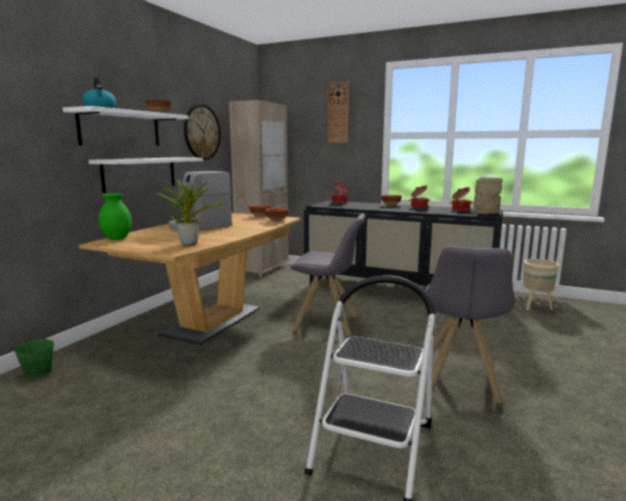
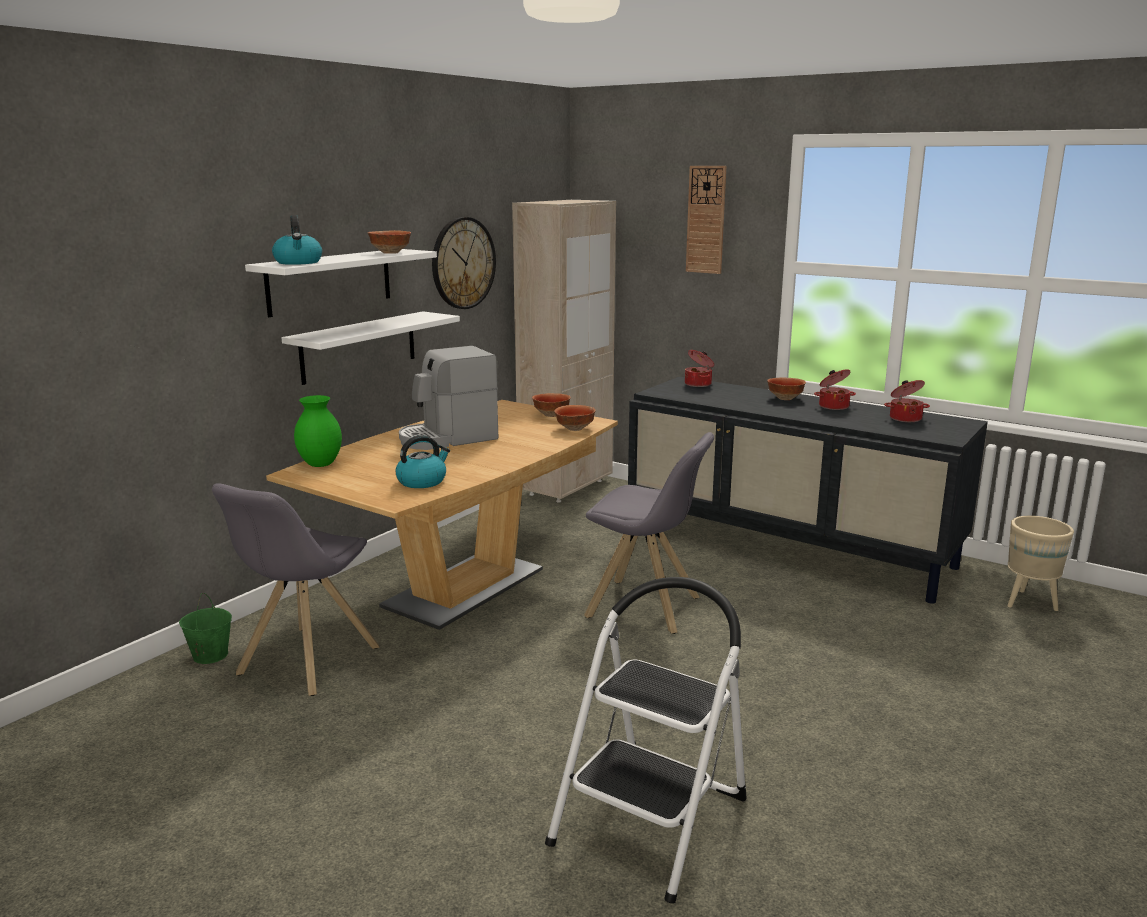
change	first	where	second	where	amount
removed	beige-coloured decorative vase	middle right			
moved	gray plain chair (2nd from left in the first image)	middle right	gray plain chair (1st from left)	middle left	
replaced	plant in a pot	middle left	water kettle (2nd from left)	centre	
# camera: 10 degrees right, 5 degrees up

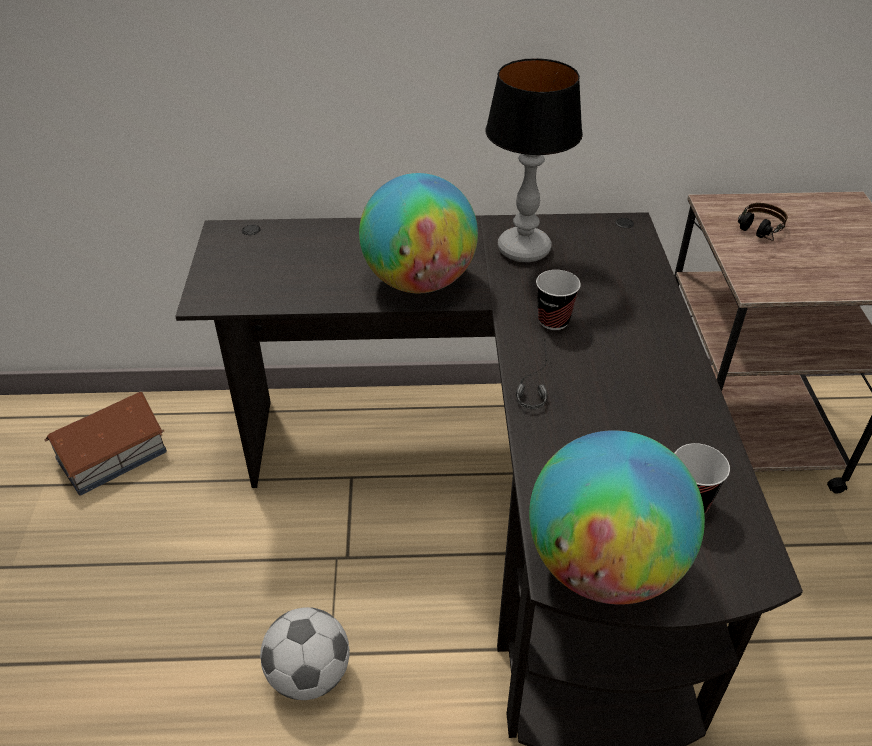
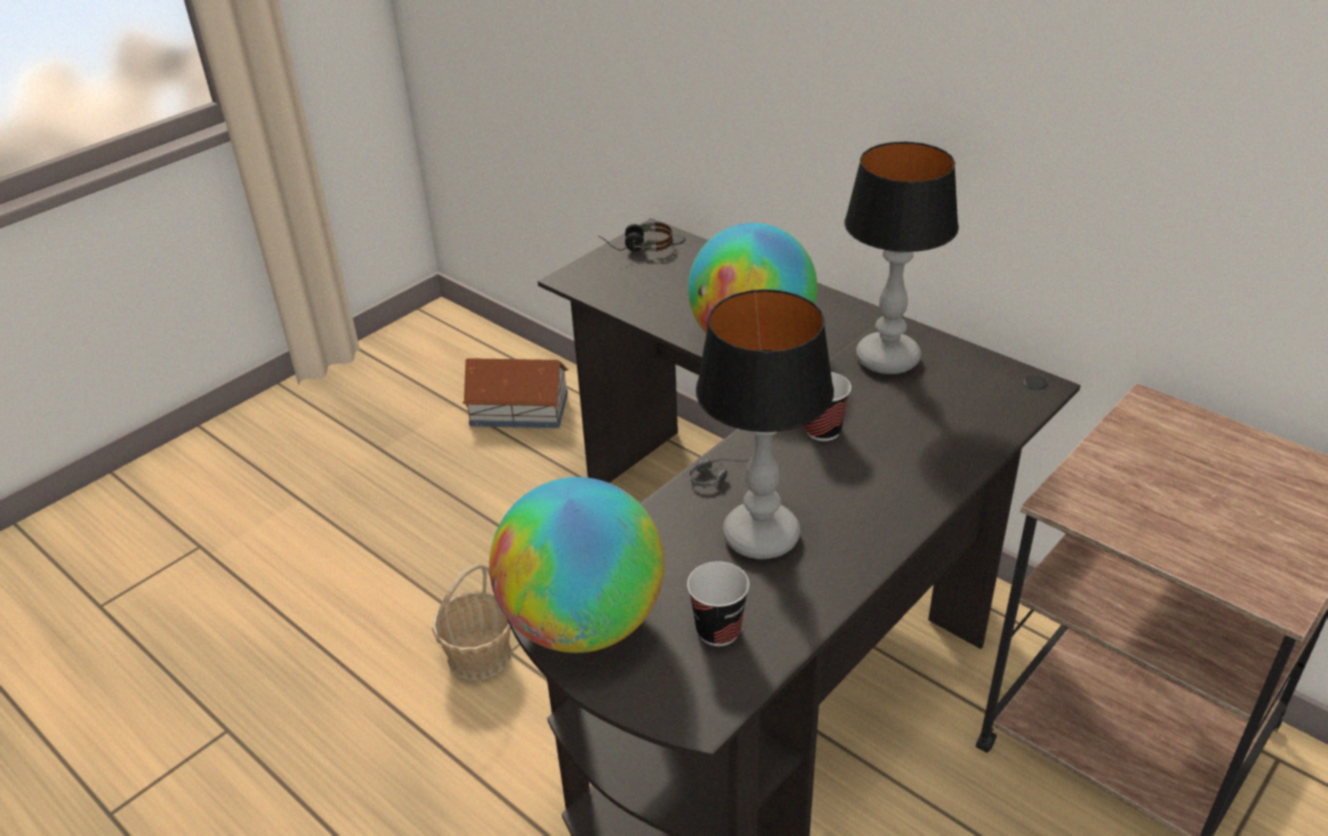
change	first	where	second	where	amount
added			lamp for a table (1st from left)	centre	
moved	pair of headphones (2nd from left in the first image)	top right	pair of headphones (1st from left)	top centre	
replaced	football	bottom centre	basket	bottom centre	
# camera: 45 degrees right, 5 degrees down

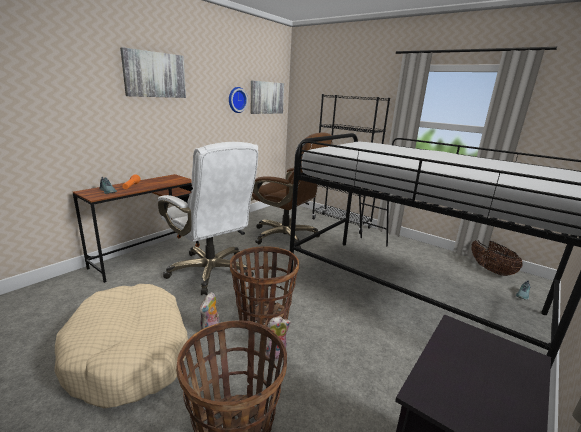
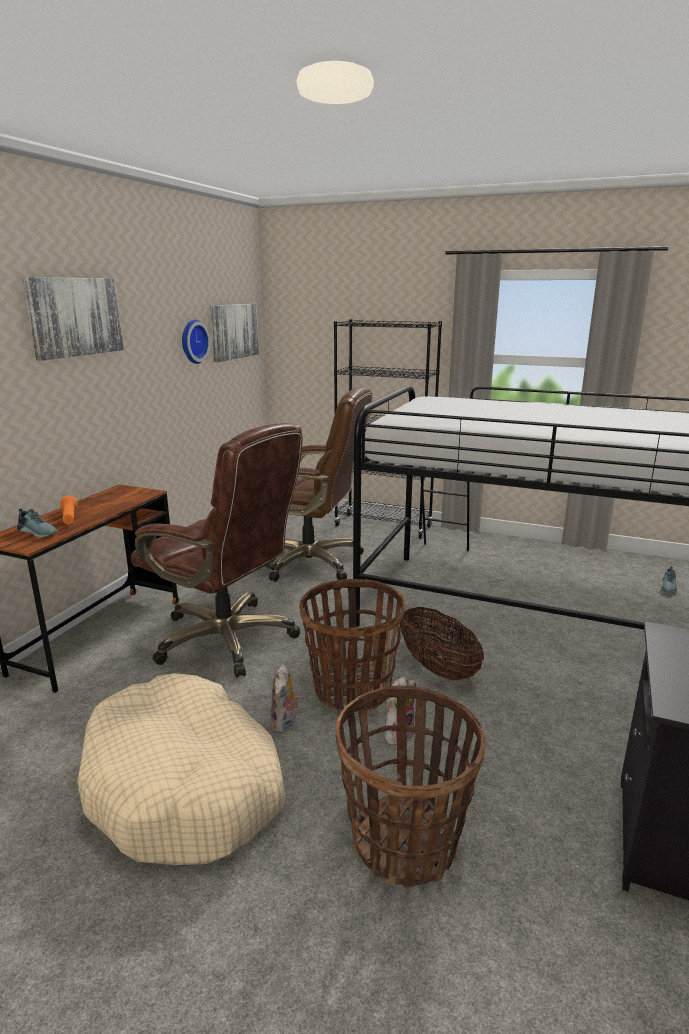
change	first	where	second	where	amount
moved	basket (3rd from left)	middle right		centre	
recoloured	white office chair	centre	brown office chair (1st from left)	middle left	
# camera: 15 degrees left, 0 degrees up

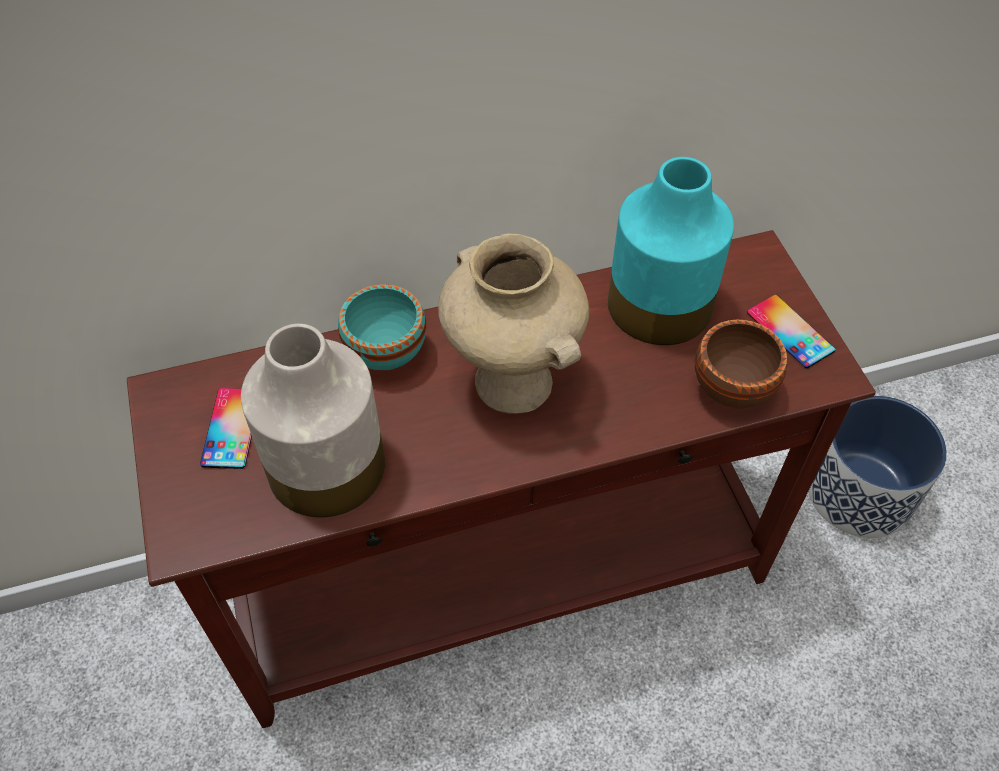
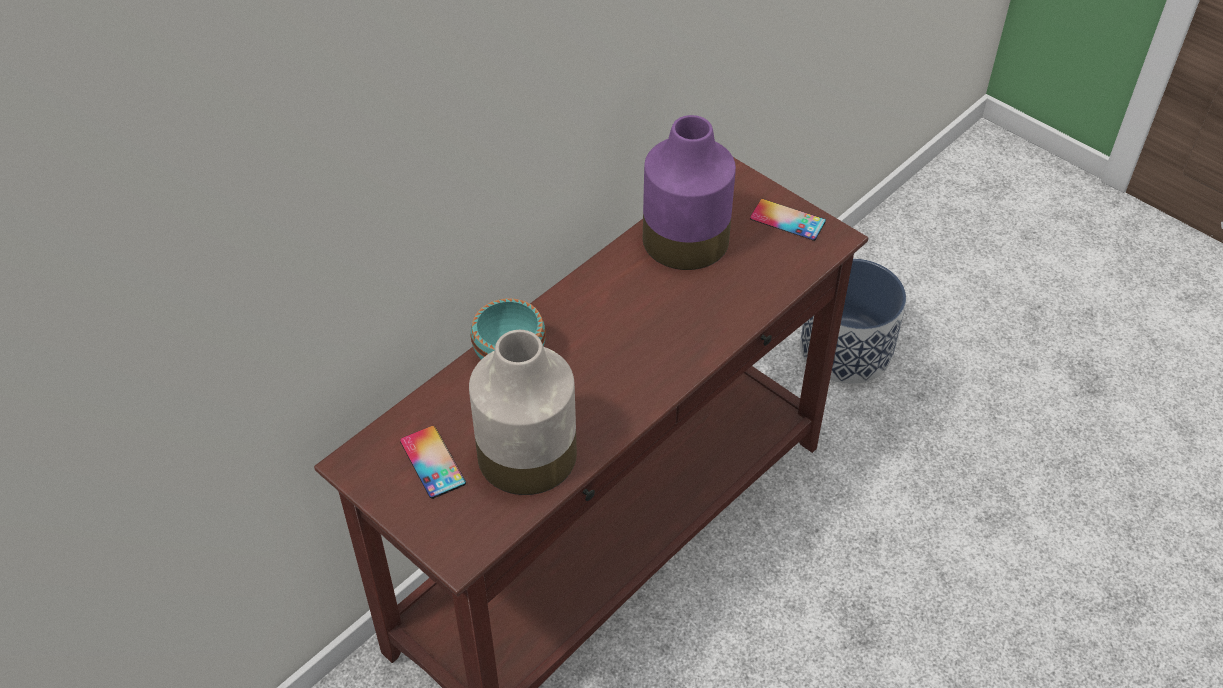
change	first	where	second	where	amount
removed	beige-coloured decorative vase (2nd from left)	centre			
removed	brown serving bowl	middle right			
recoloured	turquoise-coloured decorative vase	top right	purple-coloured decorative vase	top centre	
# camera: 30 degrees left, 5 degrees down

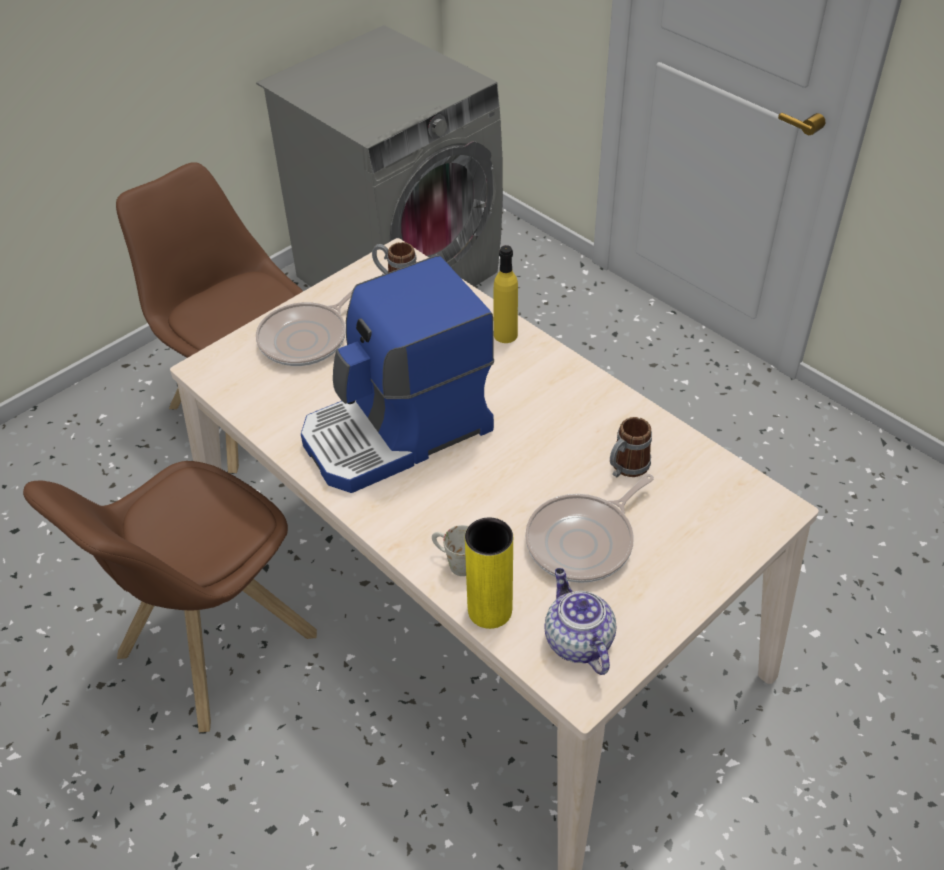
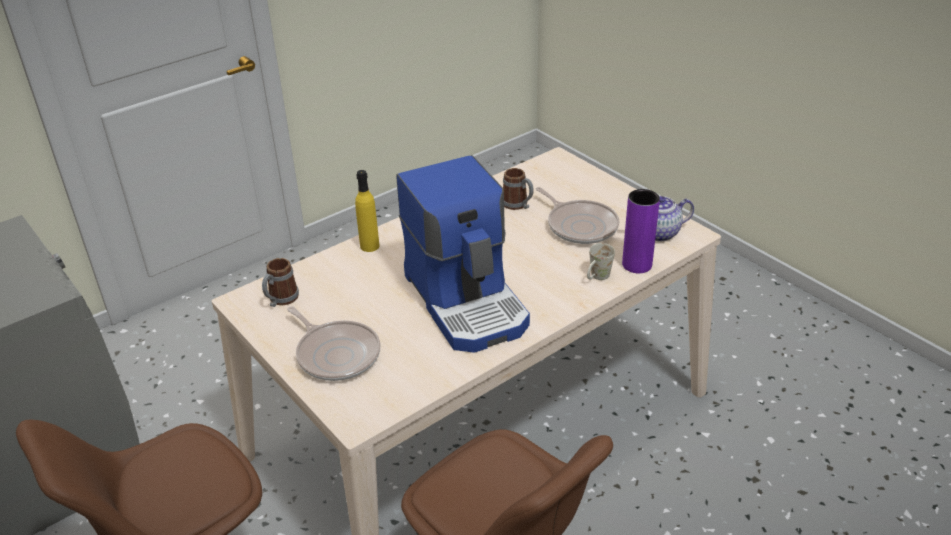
change	first	where	second	where	amount
recoloured	yellowish decorative vase	centre	purple-coloured decorative vase	middle right	
# camera: 85 degrees left, 10 degrees down

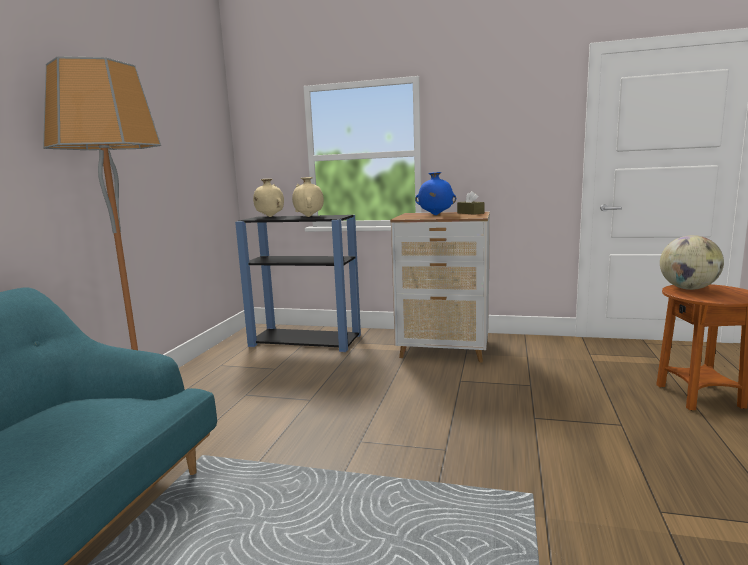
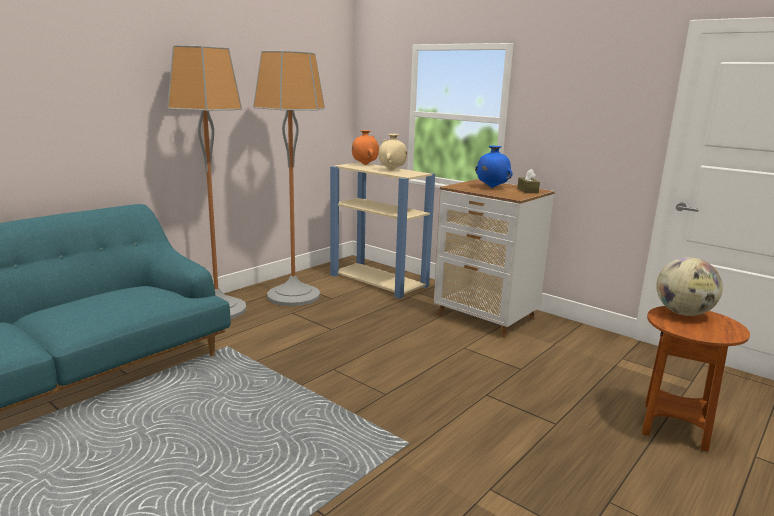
change	first	where	second	where	amount
added			standard lamp (2nd from left)	centre	
recoloured	blackish bookshelf	centre	beige-coloured bookshelf	centre	
recoloured	beige-coloured decorative vase (1st from left)	centre	orange-coloured decorative vase	top centre	
# camera: 25 degrees right, 5 degrees up

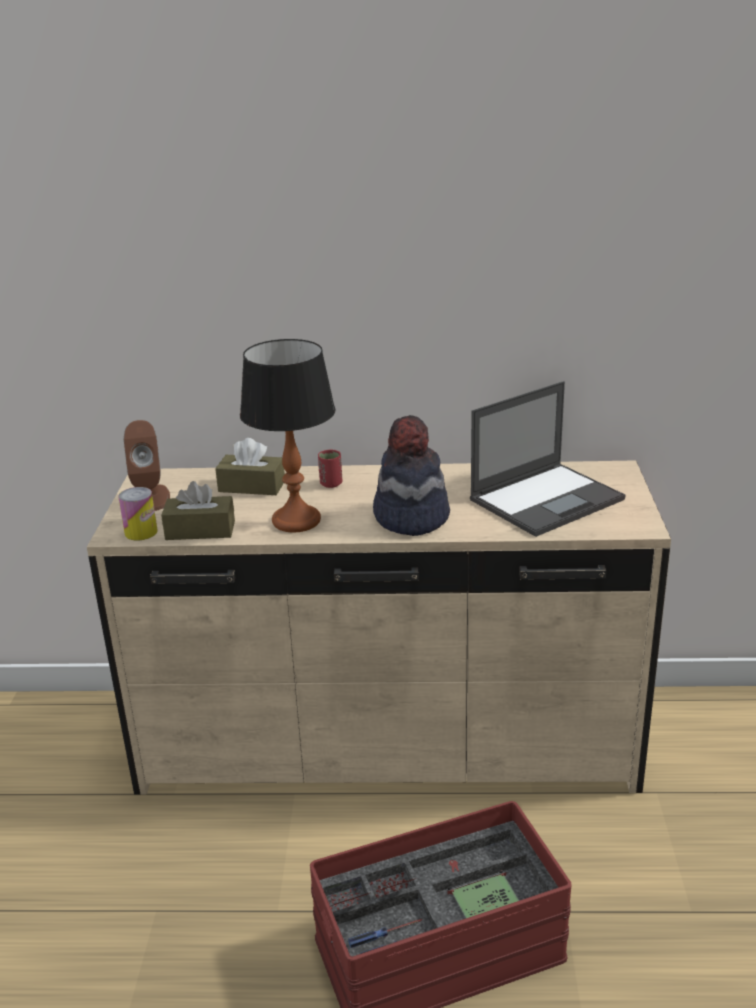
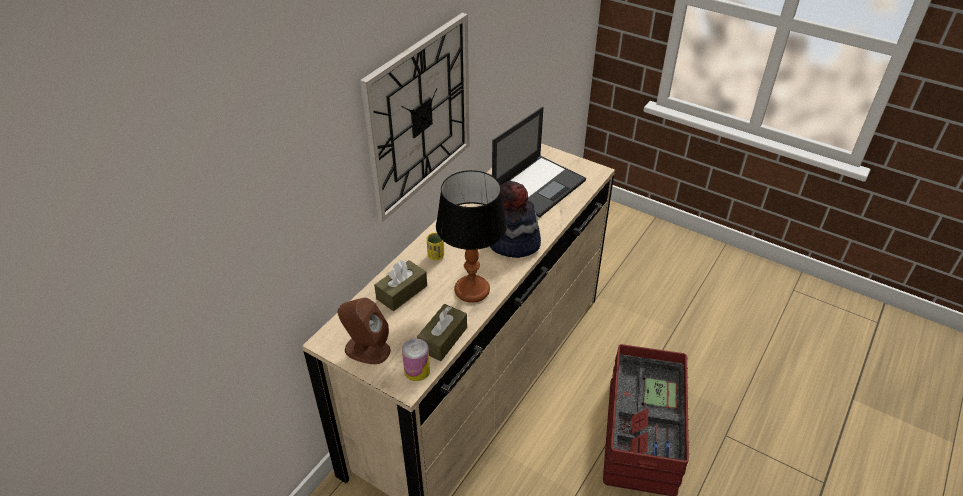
change	first	where	second	where	amount
added			hanging clock	top centre	
recoloured	red-coloured small cup	centre	yellowish small cup	centre	
turned	laptop	middle right		top centre	45 degrees clockwise
# camera: 60 degrees left, 15 degrees up

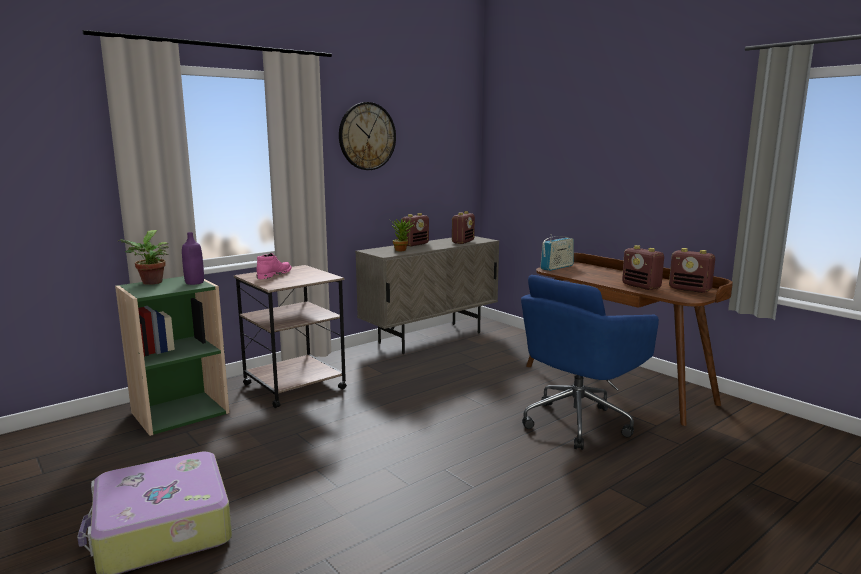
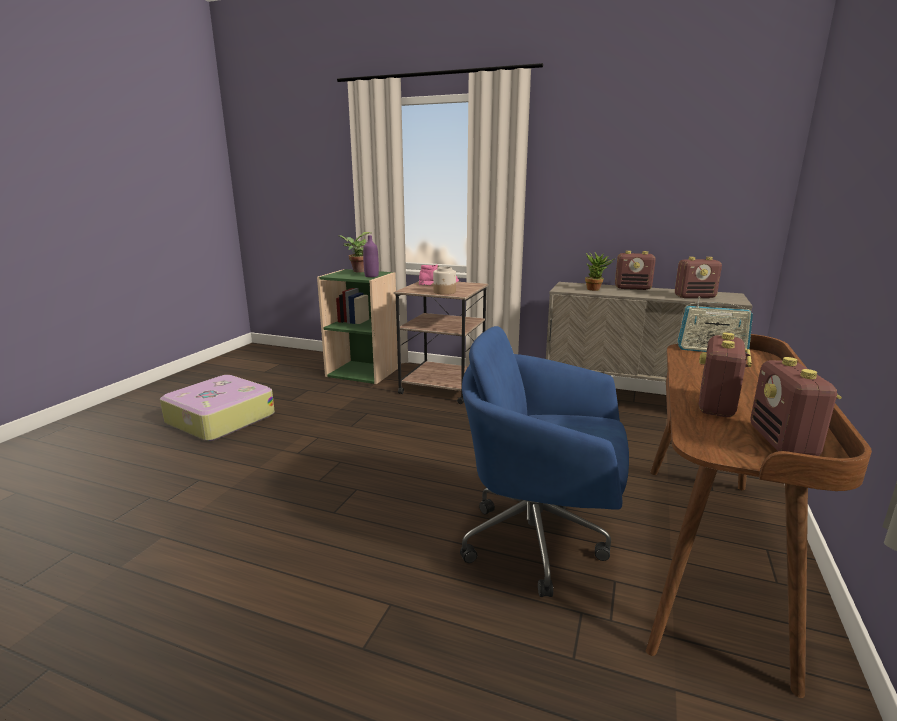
change	first	where	second	where	amount
removed	hanging clock	top centre			
added			storage jar	centre	
# camera: 60 degrees right, 5 degrees up

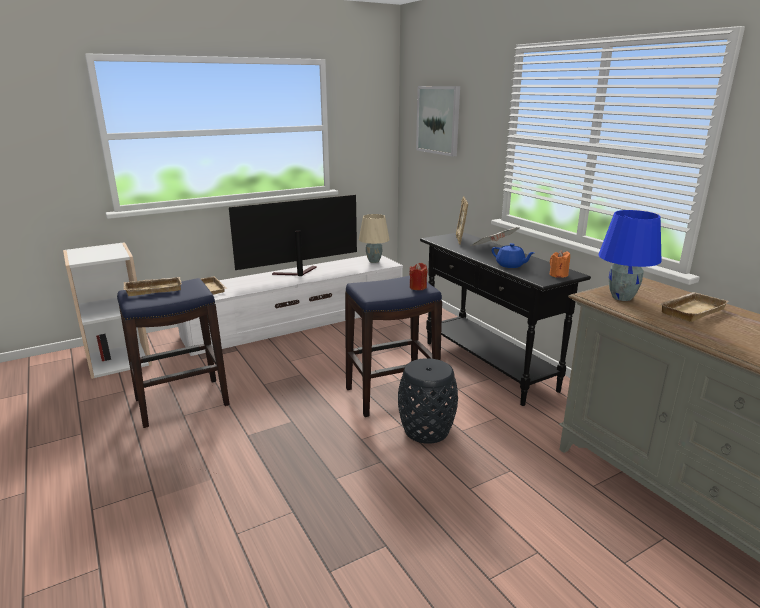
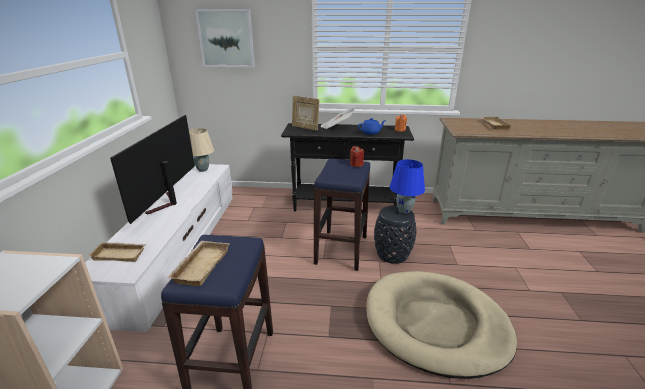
change	first	where	second	where	amount
added			beige-coloured dog bed	bottom right	
moved	bluish lamp for a table	middle right		centre	
# camera: 55 degrees left, 5 degrees up

